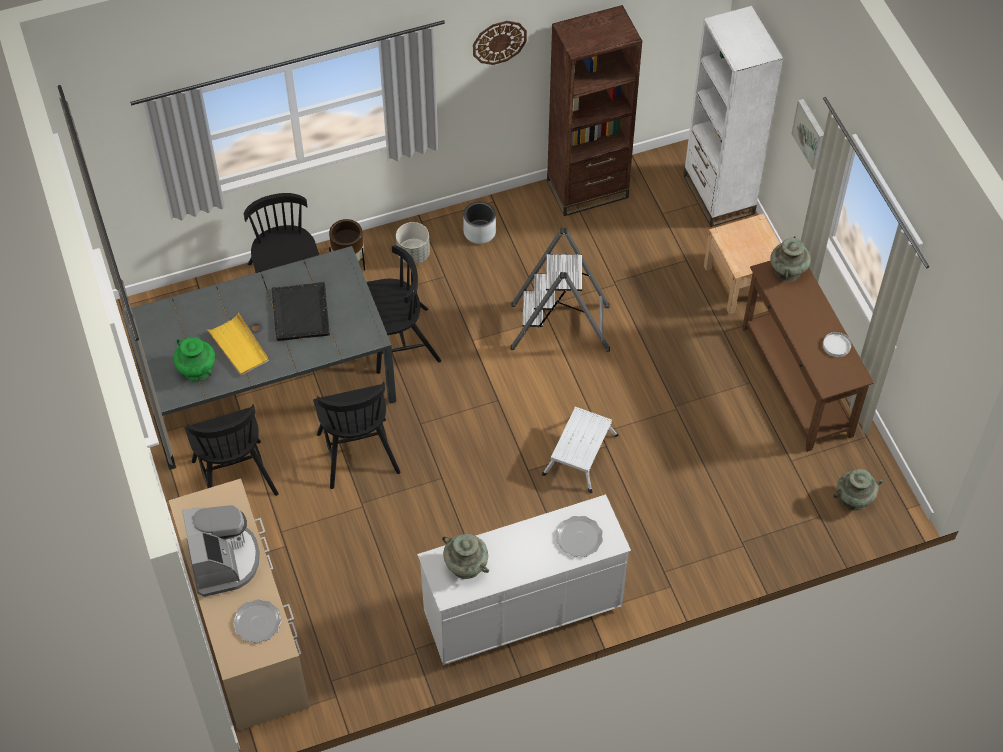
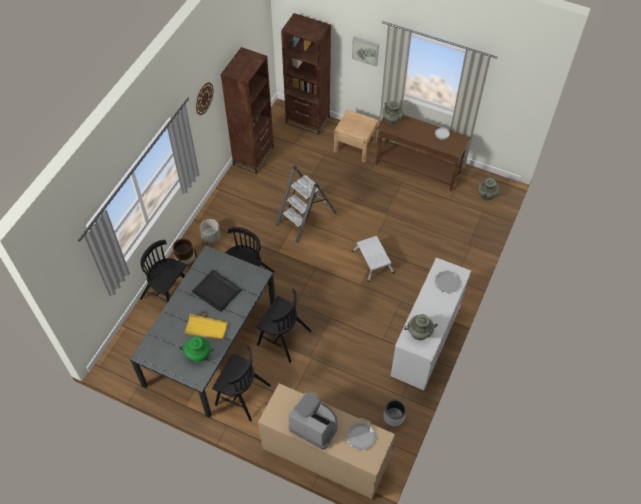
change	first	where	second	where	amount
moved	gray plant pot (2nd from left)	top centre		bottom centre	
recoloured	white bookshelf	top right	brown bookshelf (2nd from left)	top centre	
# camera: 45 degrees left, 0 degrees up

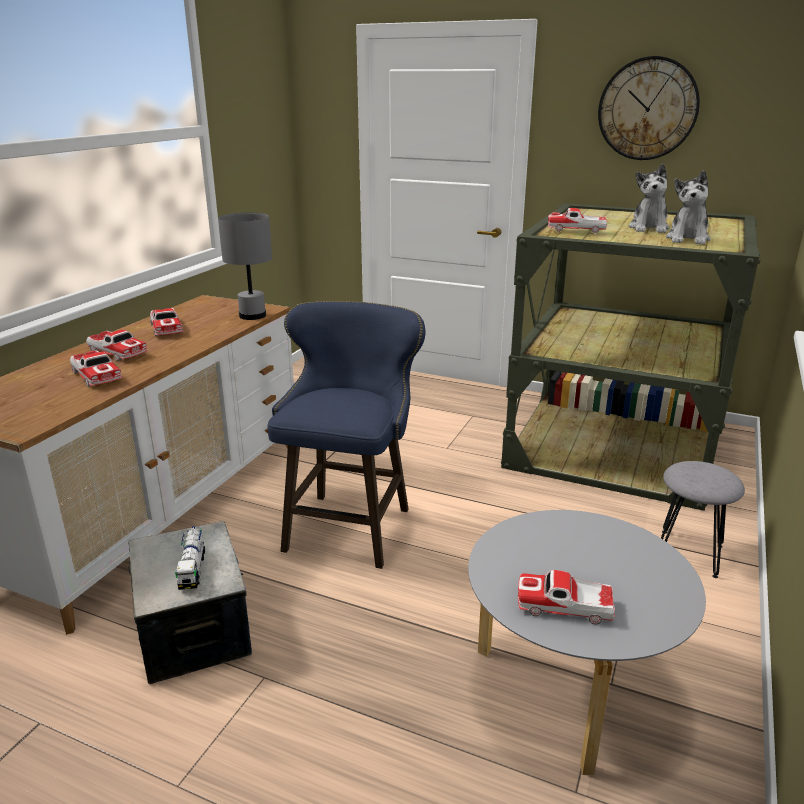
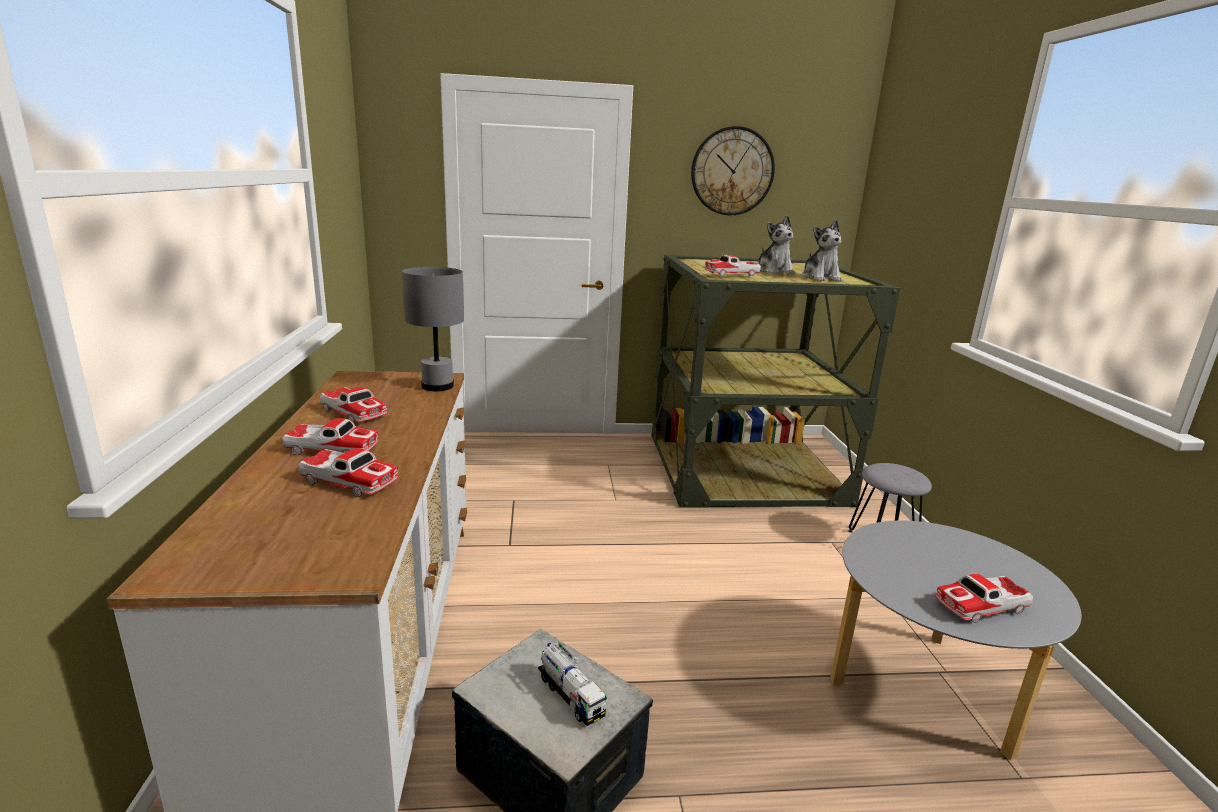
change	first	where	second	where	amount
removed	bluish stool	centre			
# camera: 30 degrees left, 5 degrees down

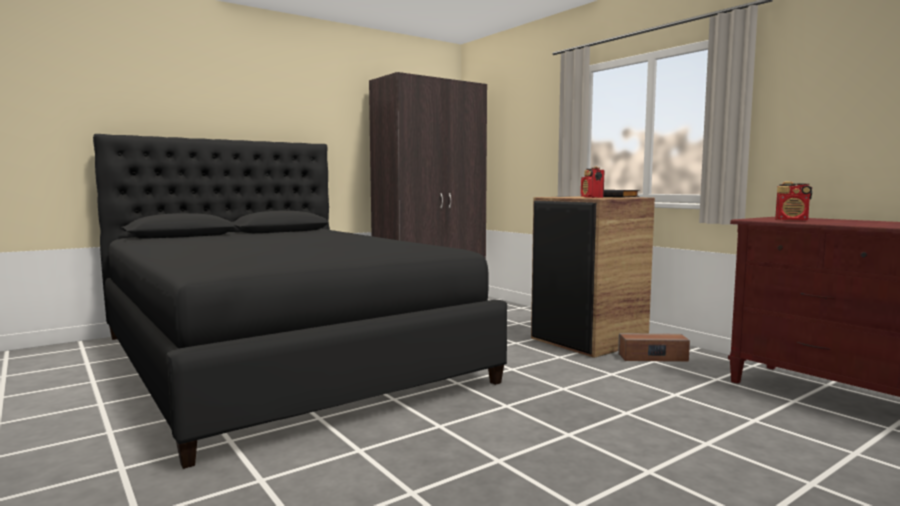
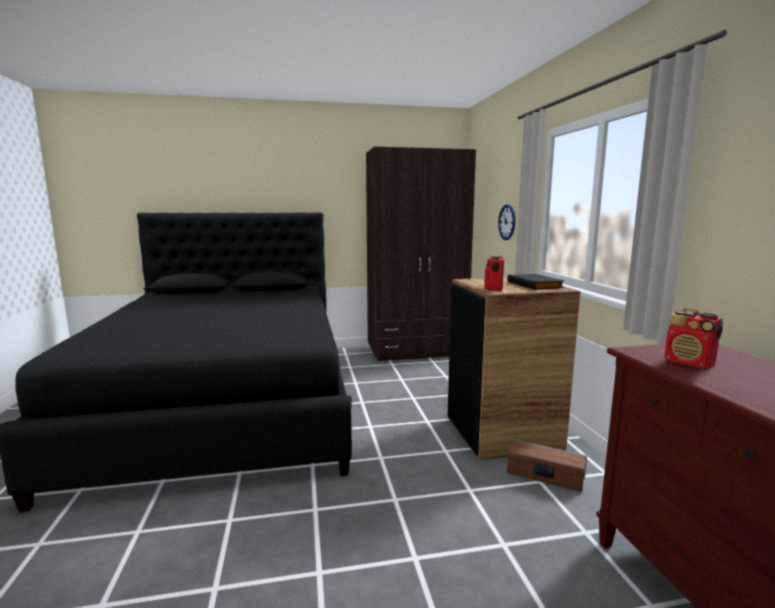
change	first	where	second	where	amount
added			hanging clock	centre	
# camera: 25 degrees right, 5 degrees up

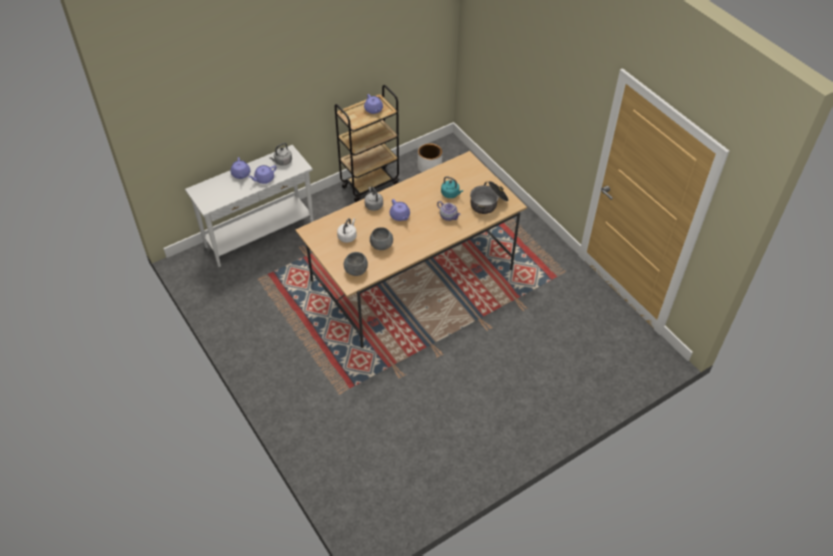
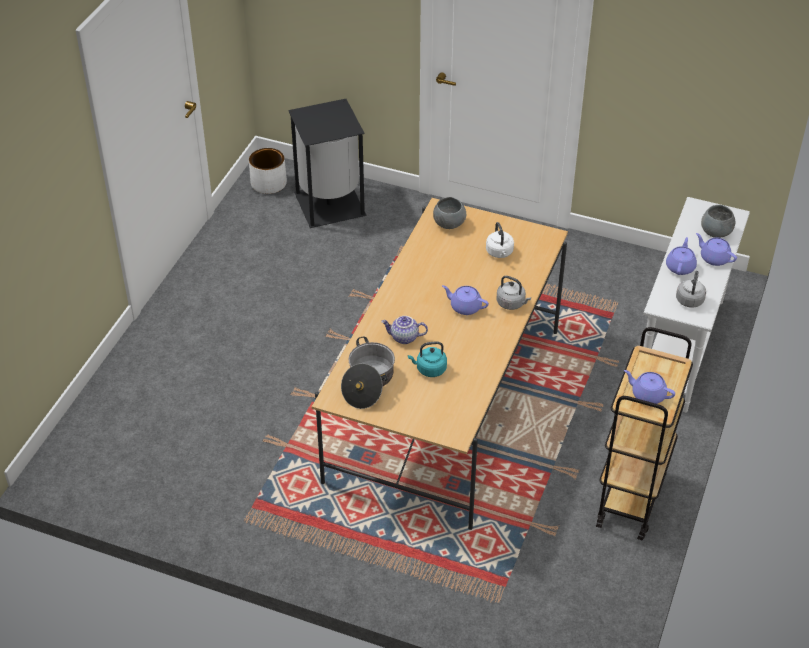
change	first	where	second	where	amount
added			blackish trash can	top centre	
moved	gray serving bowl (2nd from left)	centre		middle right	
moved	white plant pot	top centre		top left	
# camera: 145 degrees right, 5 degrees down

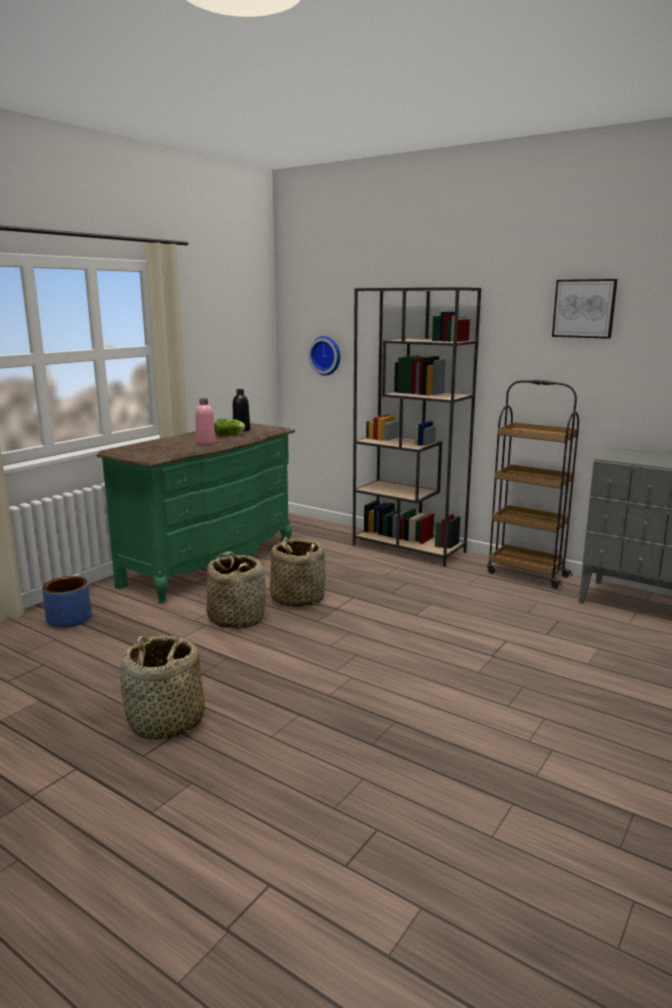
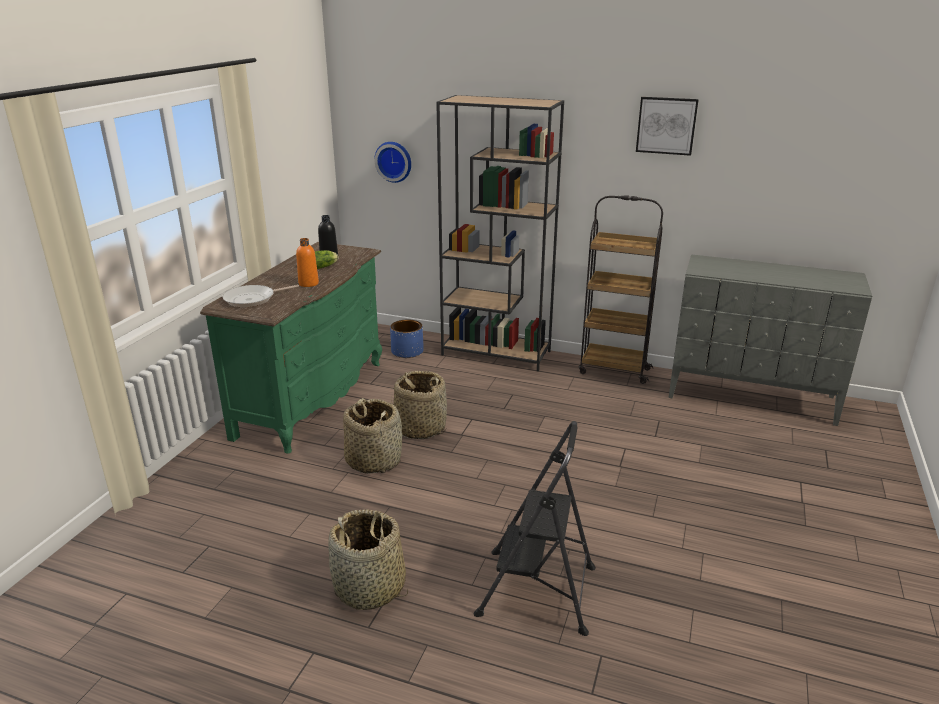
change	first	where	second	where	amount
added			pan	middle left	
added			blackish step stool	bottom centre	
moved	bluish plant pot	middle left		centre	
recoloured	pinkish drink bottle	middle left	orange-coloured drink bottle	middle left	
# camera: 15 degrees left, 10 degrees up

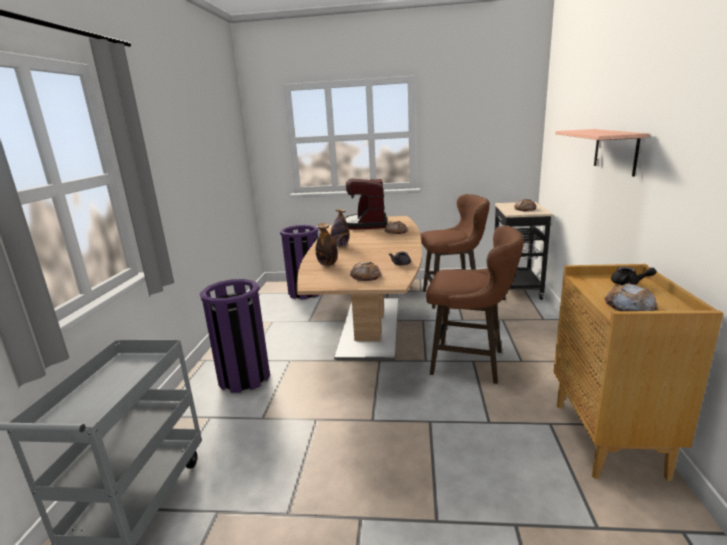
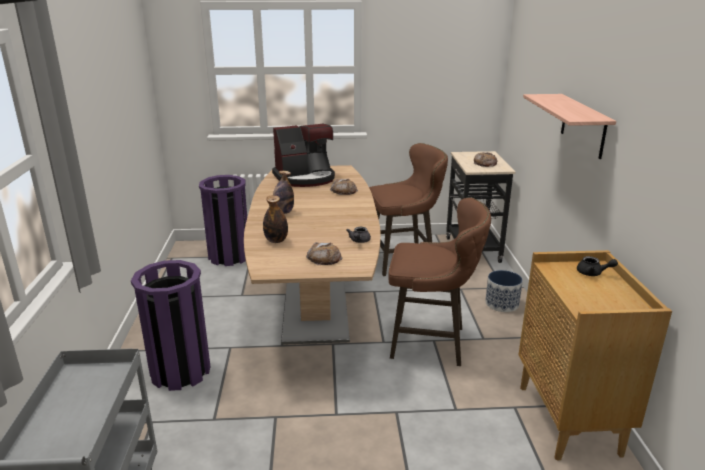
change	first	where	second	where	amount
removed	bread (4th from left)	middle right			
added			plant pot	middle right	
turned	coffee brewer	centre		top centre	105 degrees counterclockwise
# camera: 10 degrees left, 5 degrees up

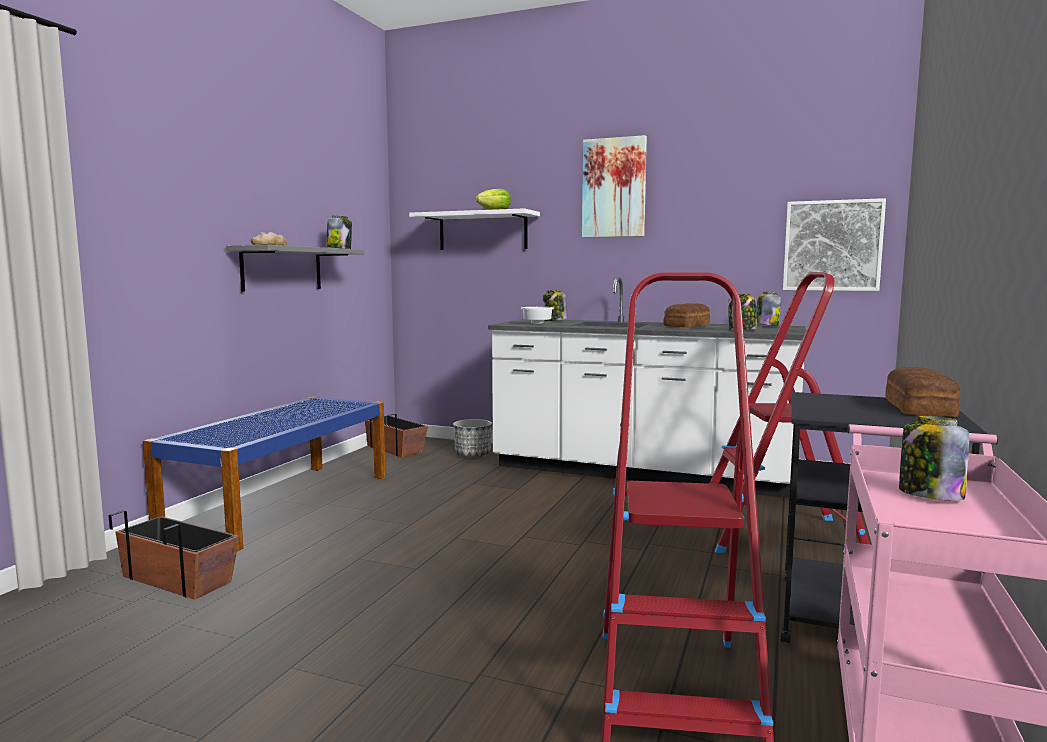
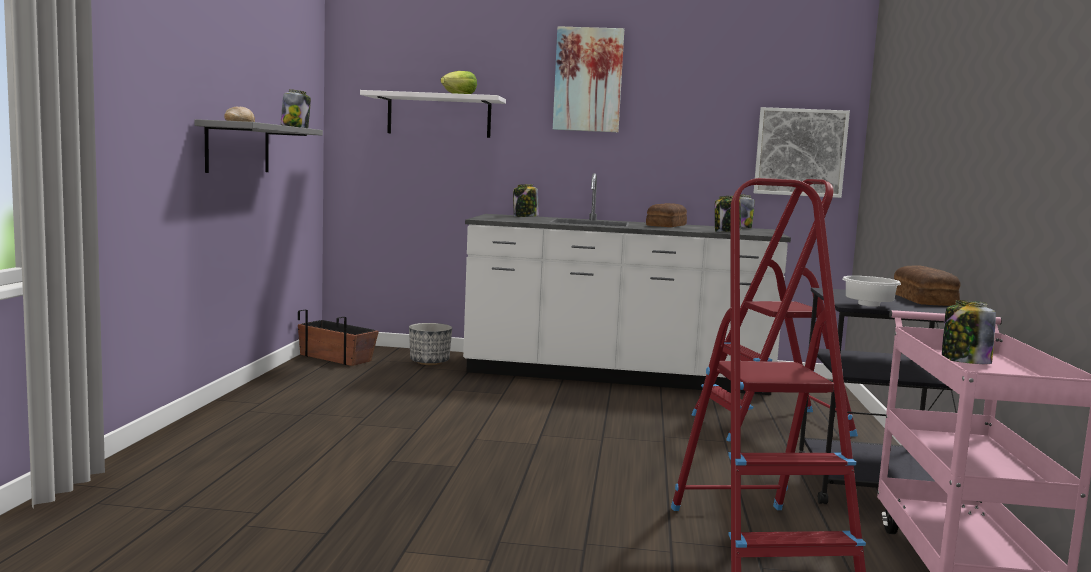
change	first	where	second	where	amount
removed	plant pot (1st from left)	bottom left			
removed	bluish long seat	middle left			
moved	white serving bowl	centre		middle right	
# camera: 15 degrees left, 0 degrees up

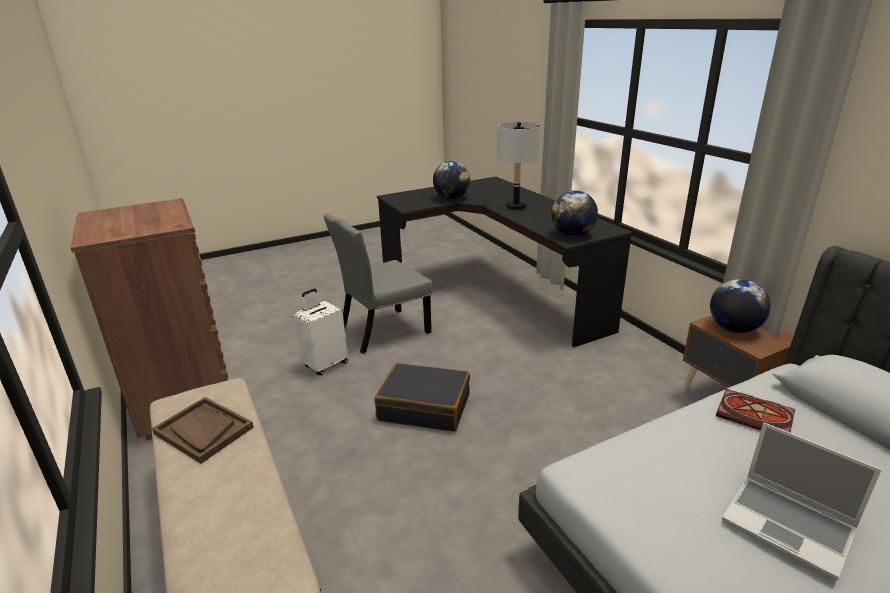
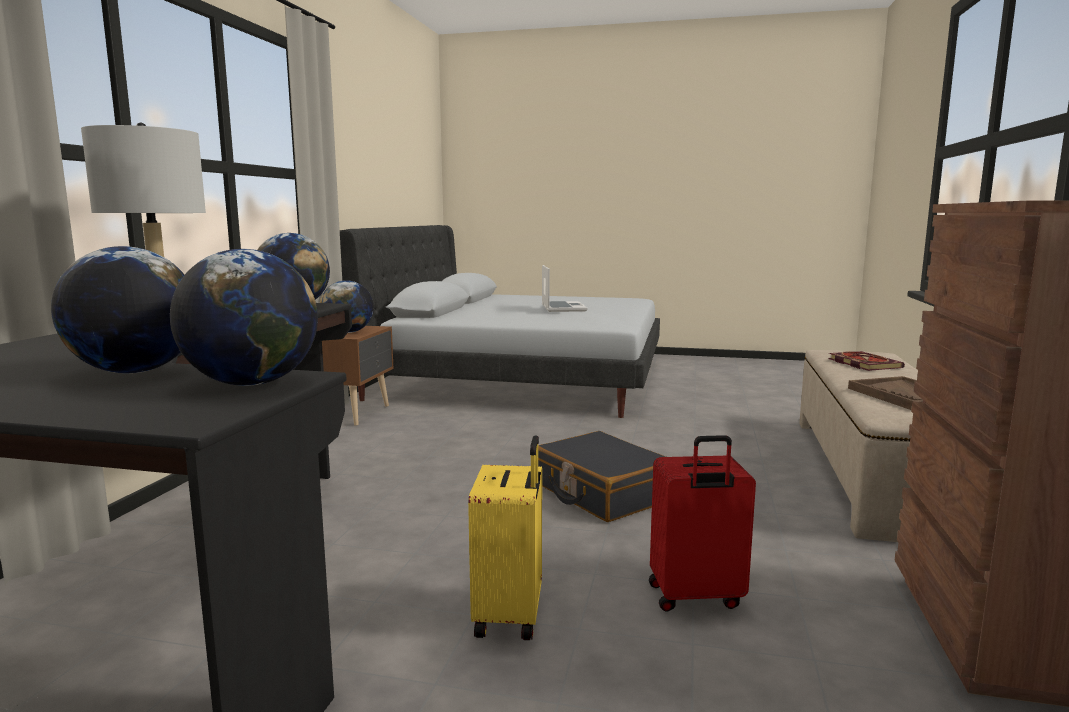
change	first	where	second	where	amount
added			globe (2nd from left)	middle left	
moved	book	bottom right		middle right	
replaced	gray plain chair	centre	yellowish piece of luggage	bottom centre	
recoloured	white piece of luggage	centre	red-coloured piece of luggage	bottom centre	
# camera: 140 degrees left, 15 degrees down

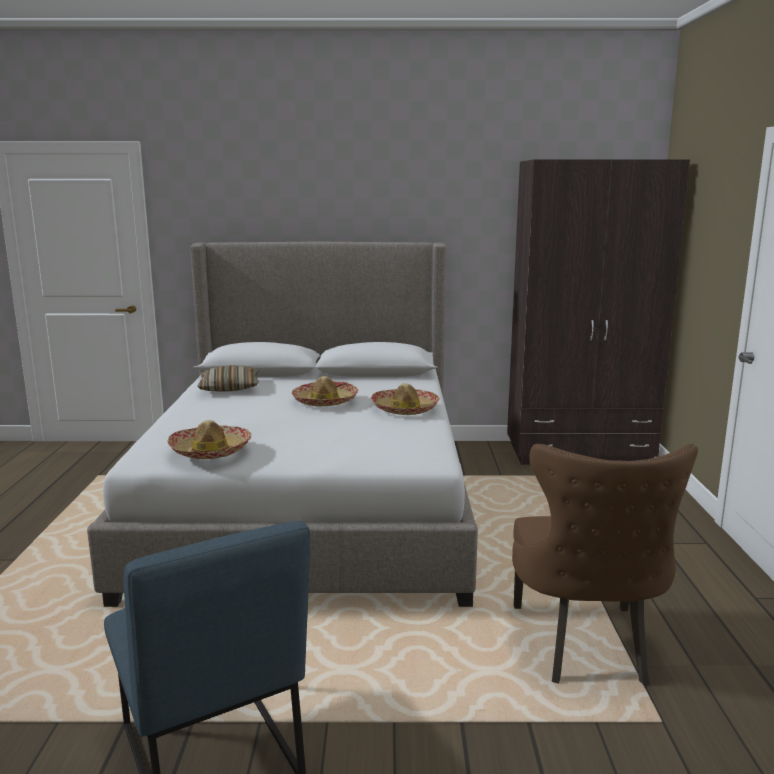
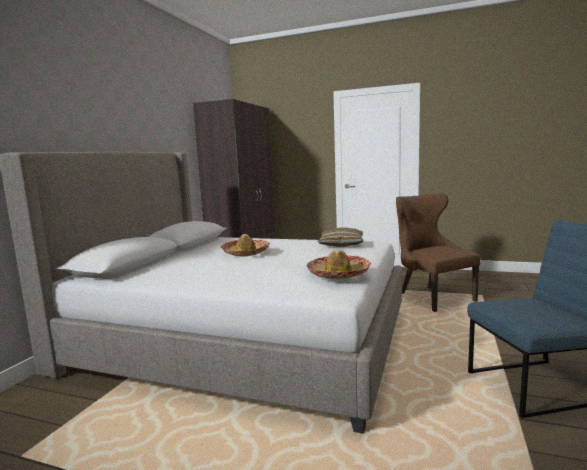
change	first	where	second	where	amount
removed	wearable hat (3rd from left)	centre			
moved	throw pillow	middle left		centre	
turned	brown plain chair	bottom right		middle right	135 degrees counterclockwise
# camera: 70 degrees left, 5 degrees down

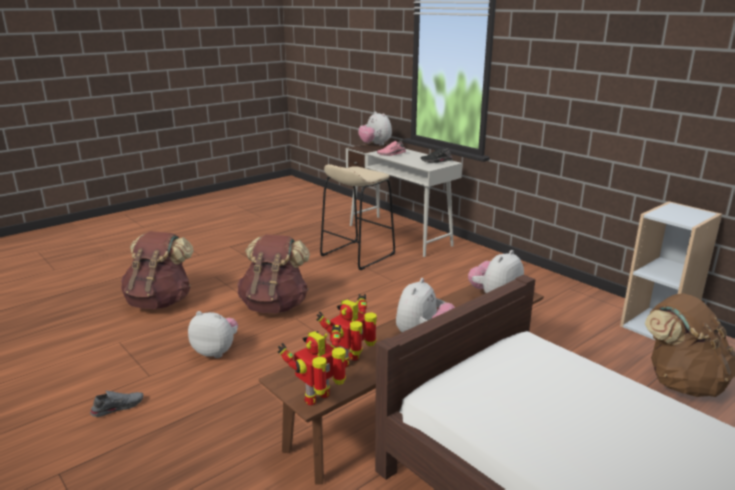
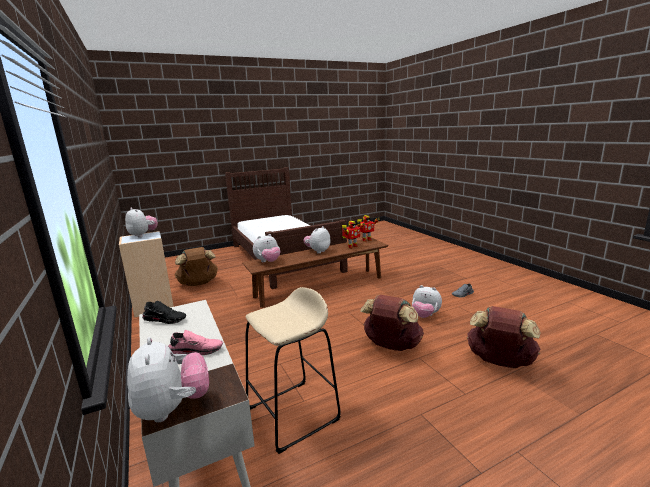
change	first	where	second	where	amount
added			cuddly toy (1st from left)	middle left	
# camera: 165 degrees left, 5 degrees down

